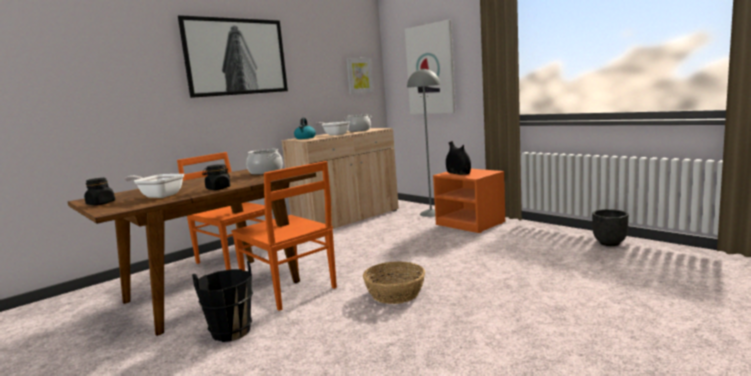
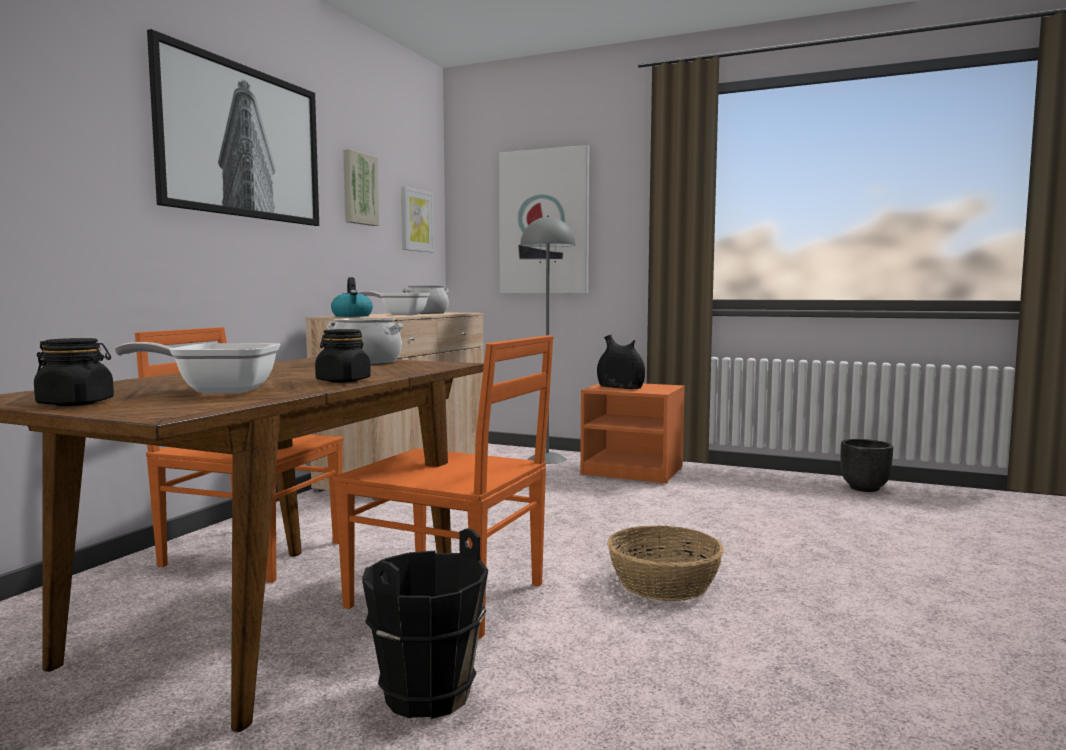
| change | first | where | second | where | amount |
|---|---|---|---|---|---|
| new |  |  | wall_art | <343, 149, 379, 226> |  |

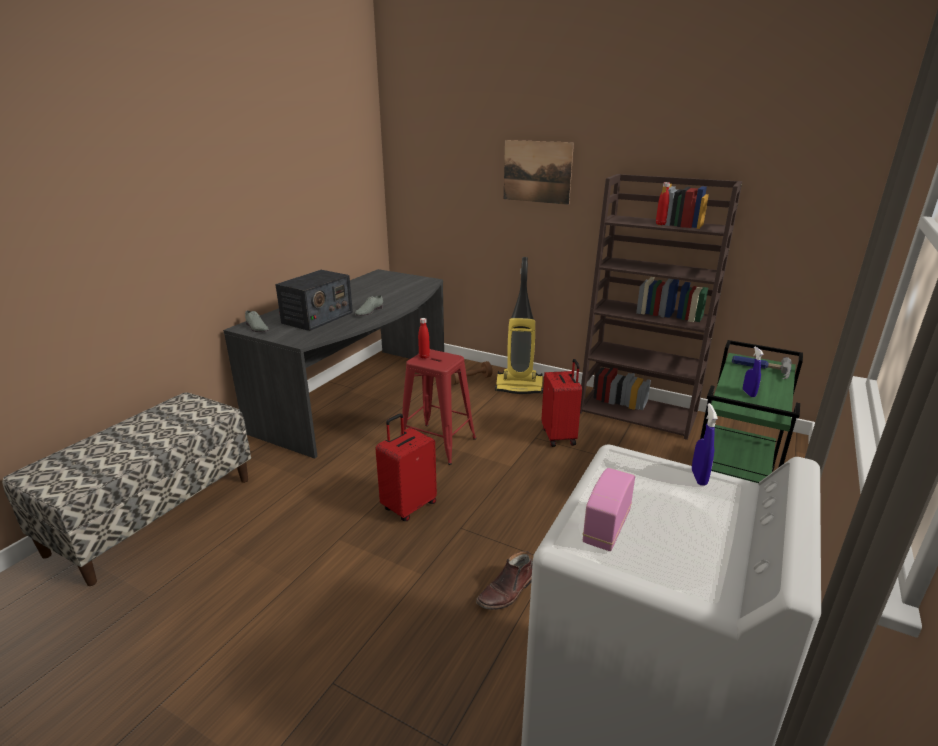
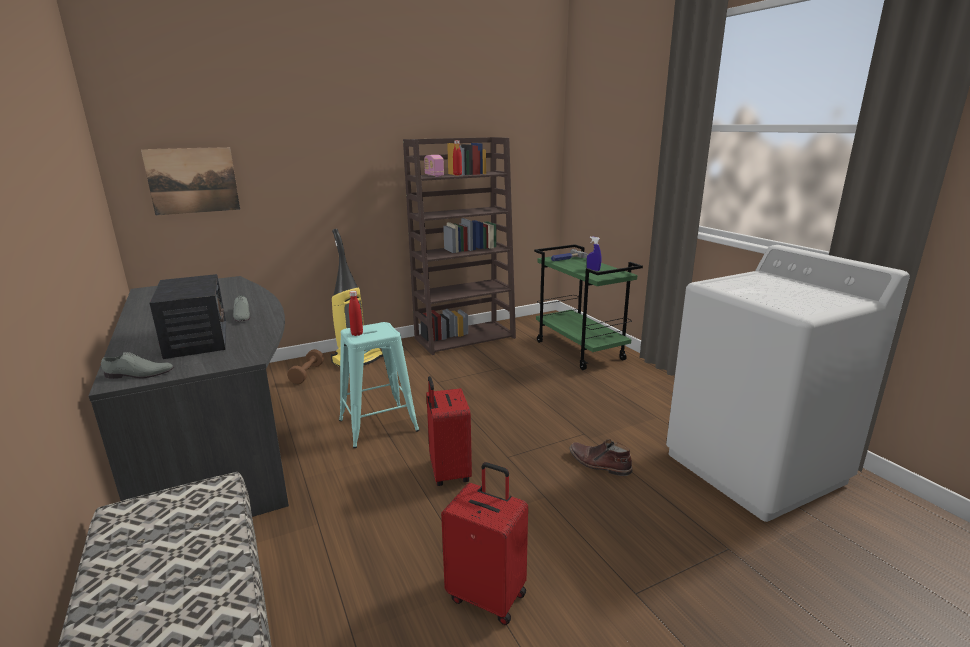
| change | first | where | second | where | amount |
|---|---|---|---|---|---|
| shifted | wall_art | <504, 140, 574, 205> |  | <141, 147, 240, 216> |  |
| repainted | red-coloured_stool | <400, 349, 476, 465> | turquoise_stool | <339, 322, 419, 448> |  |
| shifted | red-coloured_suitcase | <541, 359, 582, 447> |  | <441, 462, 528, 625> |  |
| gone | bluish_hand_sprayer | <692, 403, 718, 486> |  |  |  |
| shifted | radio_receiver | <583, 468, 635, 551> |  | <424, 155, 444, 177> |  |
| rotated | brownish_boot | <476, 551, 533, 610> |  | <569, 439, 633, 476> | 135 degrees clockwise |

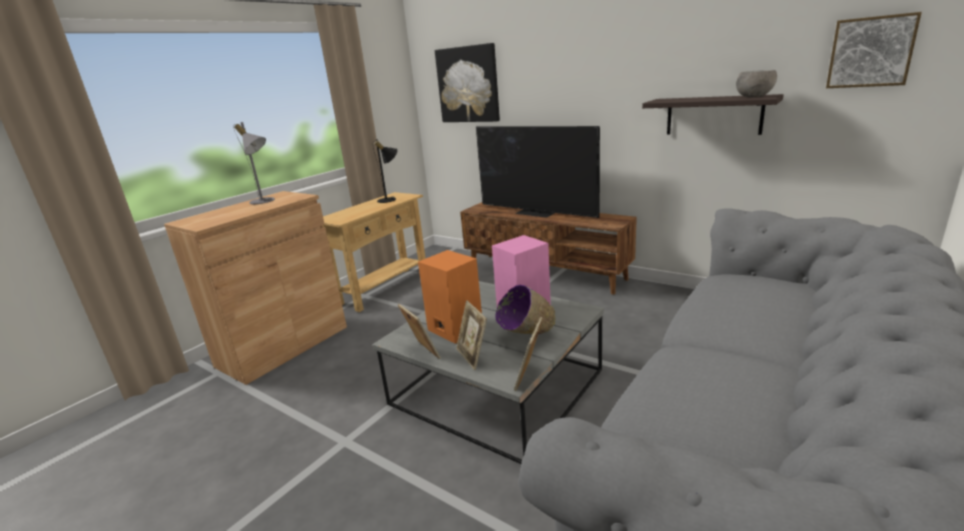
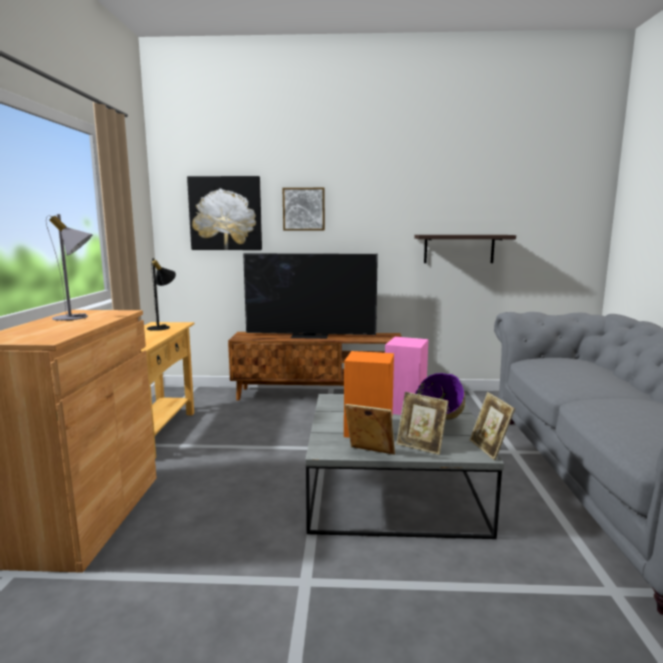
| change | first | where | second | where | amount |
|---|---|---|---|---|---|
| shifted | wall_art | <826, 12, 922, 88> |  | <283, 188, 325, 230> |  |
| gone | greyish_deep_dish | <736, 70, 777, 98> |  |  |  |

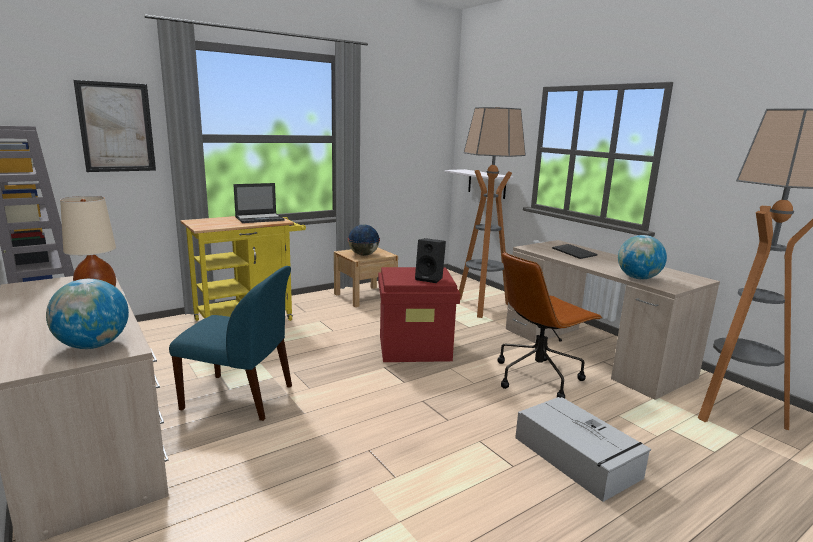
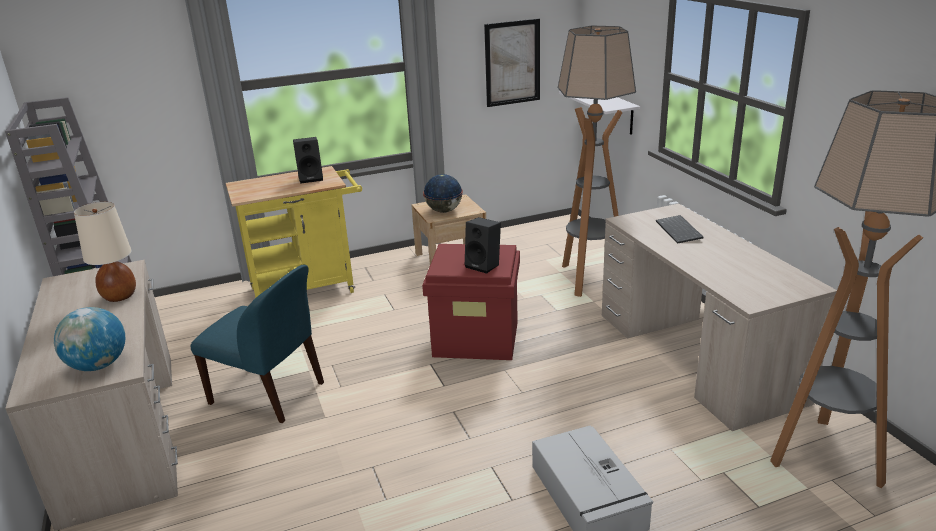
| change | first | where | second | where | amount |
|---|---|---|---|---|---|
| shifted | wall_art | <73, 80, 156, 172> |  | <484, 18, 540, 107> |  |
| swapped | notebook_computer | <233, 183, 285, 223> | blackish_audio_speaker | <293, 137, 323, 184> |  |
| gone | desk_globe | <618, 235, 667, 279> |  |  |  |
| gone | brownish_office_chair | <498, 252, 603, 399> |  |  |  |

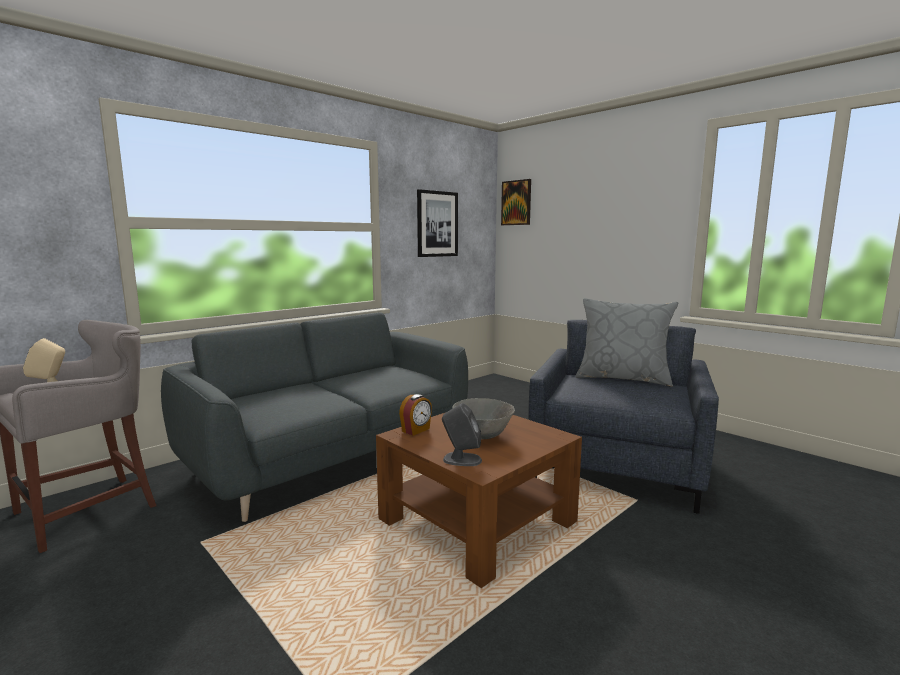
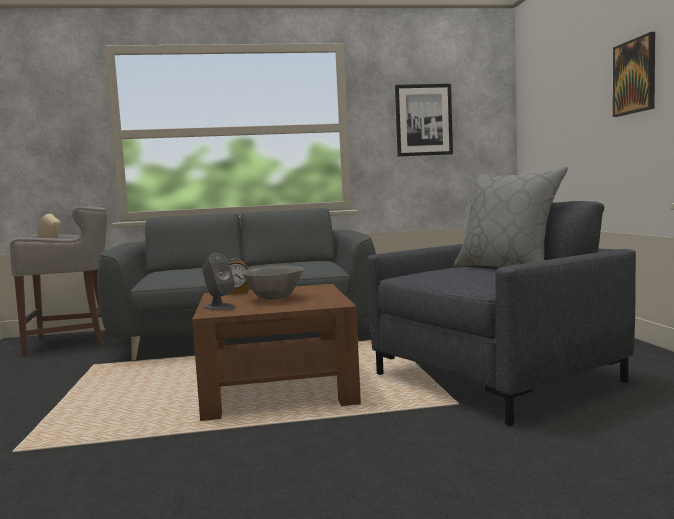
| change | first | where | second | where | amount |
|---|---|---|---|---|---|
| shifted | wall_art | <501, 179, 531, 225> |  | <613, 32, 655, 117> |  |

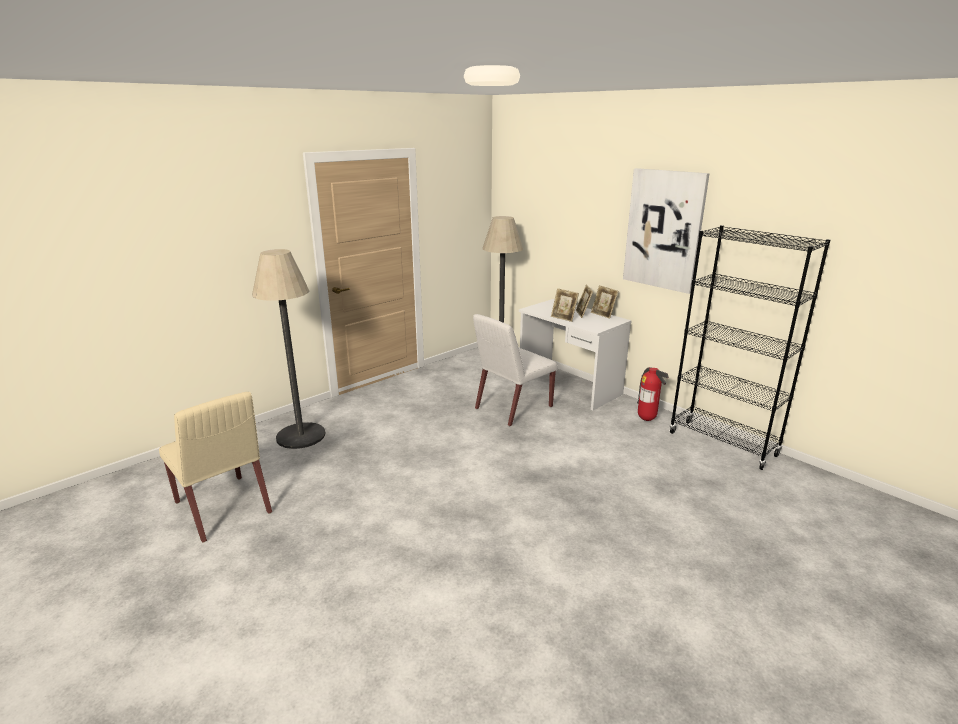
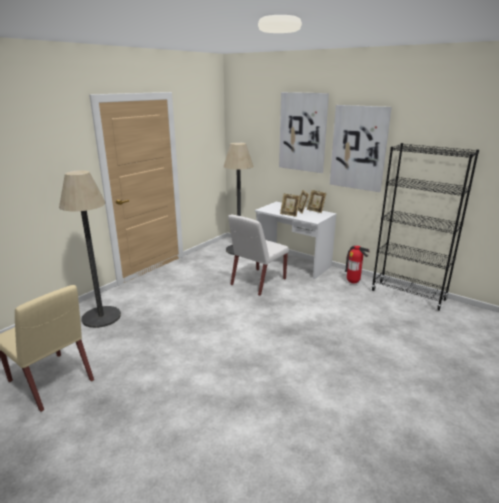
| change | first | where | second | where | amount |
|---|---|---|---|---|---|
| new |  |  | wall_art | <279, 92, 329, 173> |  |

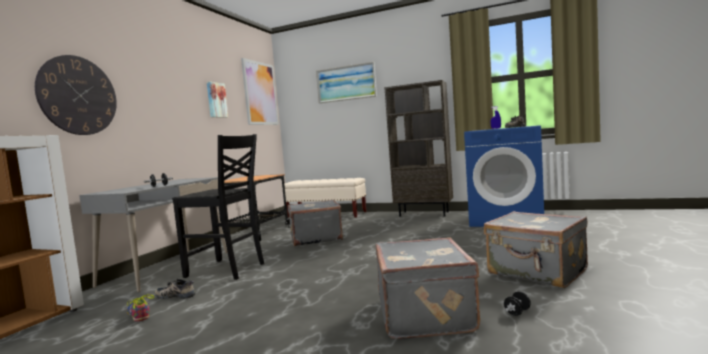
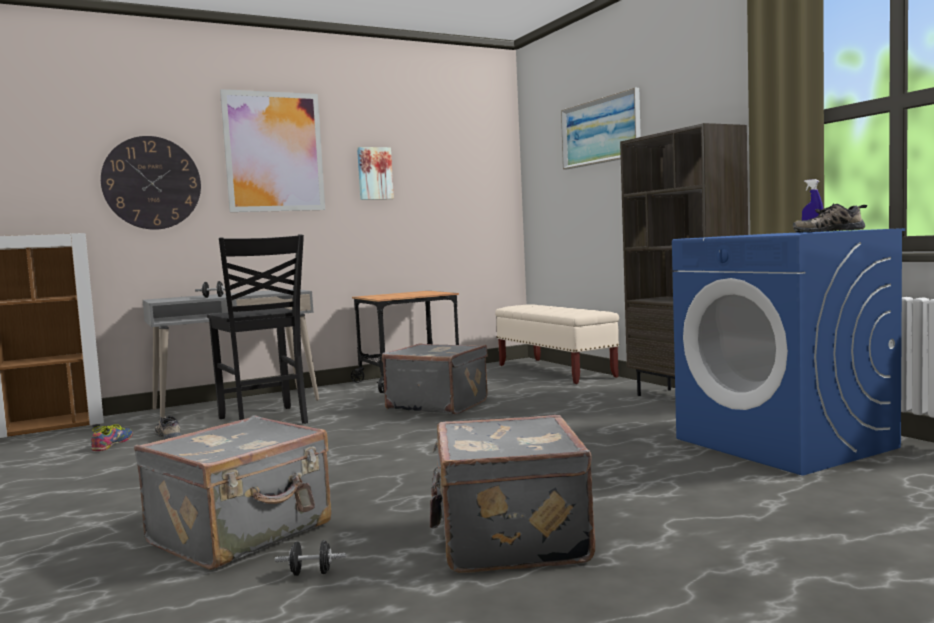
| change | first | where | second | where | amount |
|---|---|---|---|---|---|
| shifted | wall_art | <241, 58, 279, 125> |  | <220, 89, 325, 212> |  |

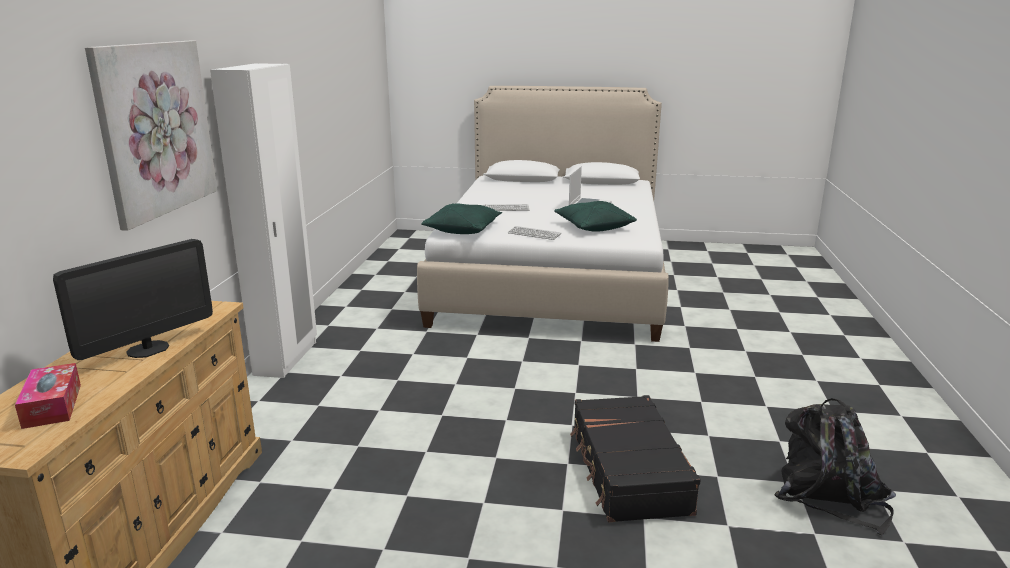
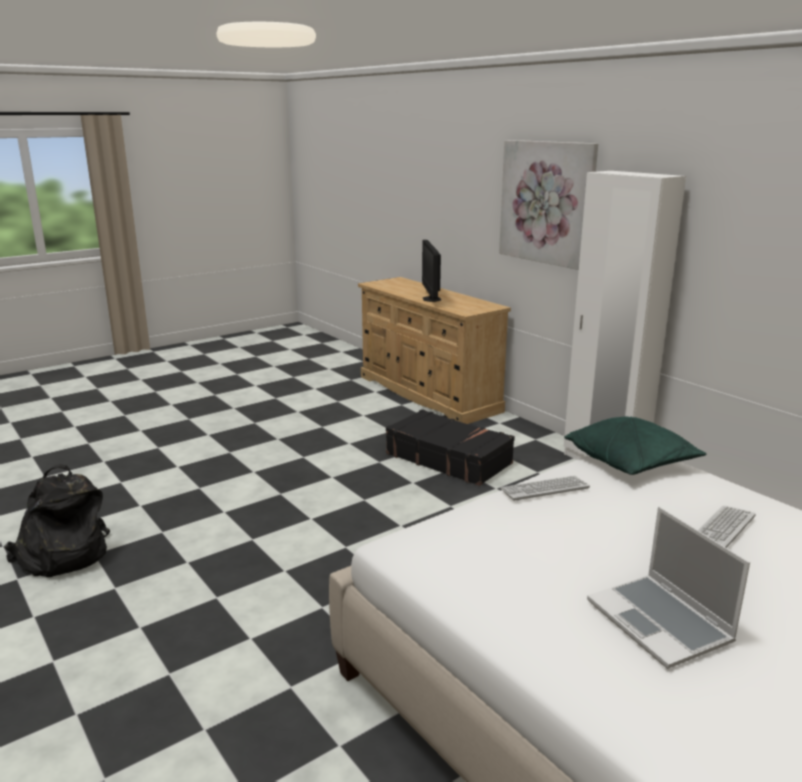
| change | first | where | second | where | amount |
|---|---|---|---|---|---|
| gone | greenish_pillow | <554, 201, 637, 232> |  |  |  |
| gone | tissue_holder | <15, 363, 81, 429> |  |  |  |
| shifted | blackish_suitcase | <570, 395, 701, 522> |  | <386, 409, 515, 486> |  |

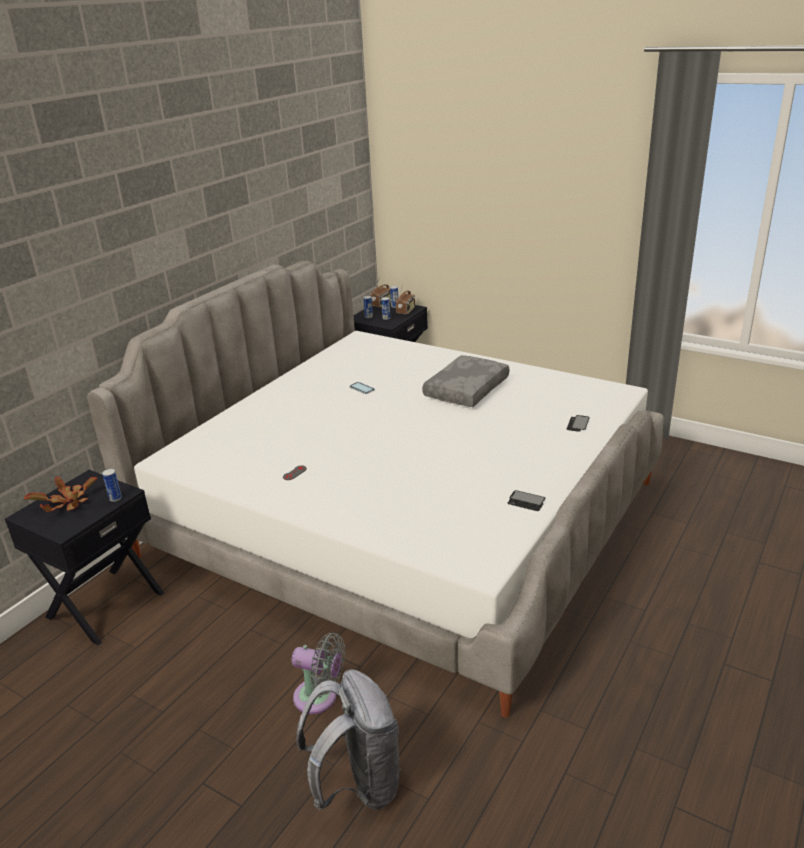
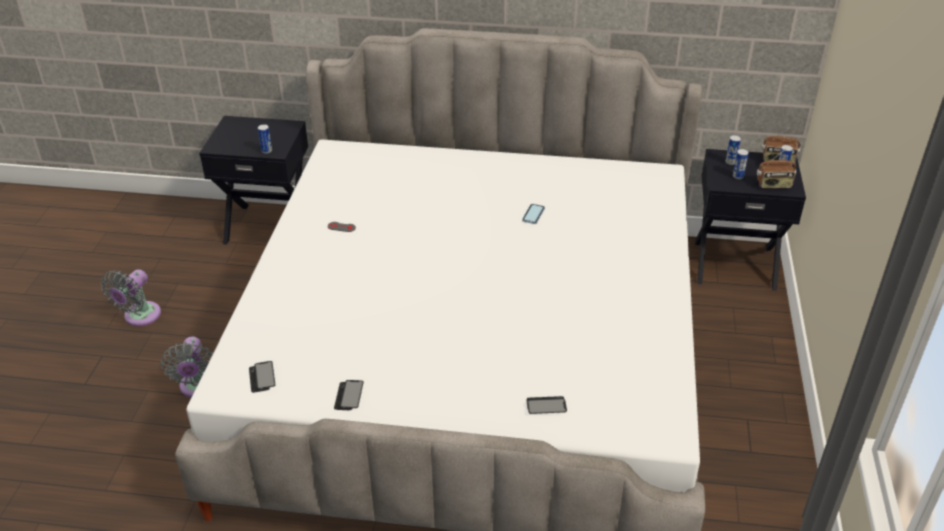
| change | first | where | second | where | amount |
|---|---|---|---|---|---|
| gone | greyish_pillow | <422, 355, 509, 407> |  |  |  |
| gone | houseplant | <24, 476, 98, 512> |  |  |  |
| gone | greyish_knapsack | <296, 670, 401, 811> |  |  |  |
| new |  |  | greyish_electric_fan | <101, 269, 161, 326> |  |
| new |  |  | telephone | <249, 361, 275, 393> |  |

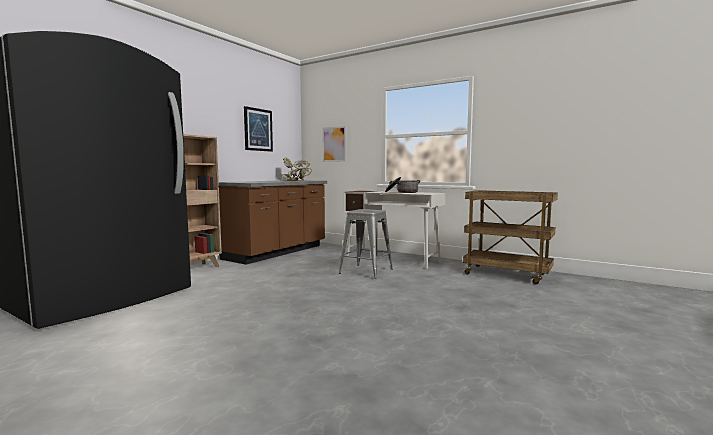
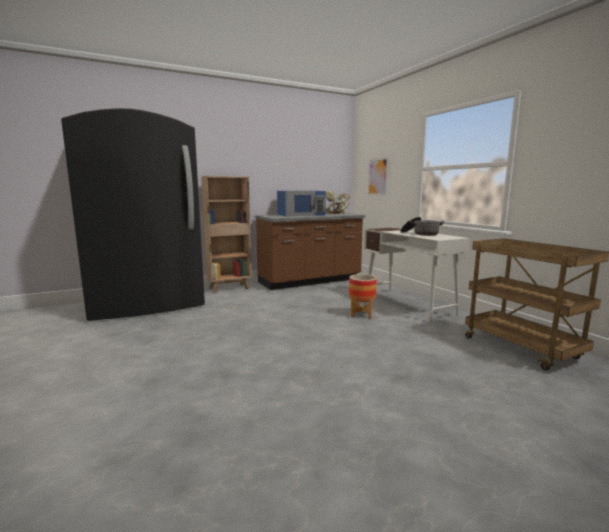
| change | first | where | second | where | amount |
|---|---|---|---|---|---|
| gone | wall_art | <244, 106, 273, 152> |  |  |  |
| swapped | greyish_stool | <339, 209, 393, 279> | planter | <349, 274, 377, 319> |  |
| new |  |  | bluish_microwave_oven | <277, 191, 326, 217> |  |

